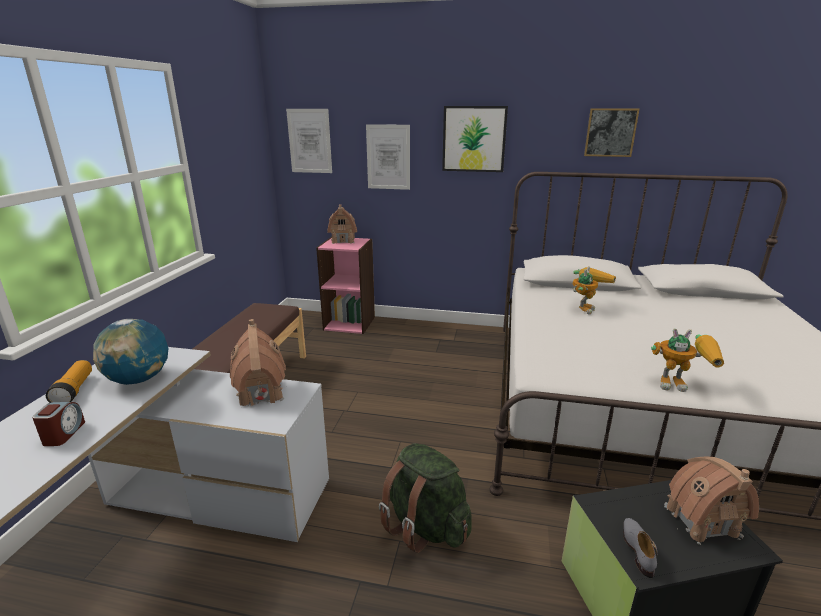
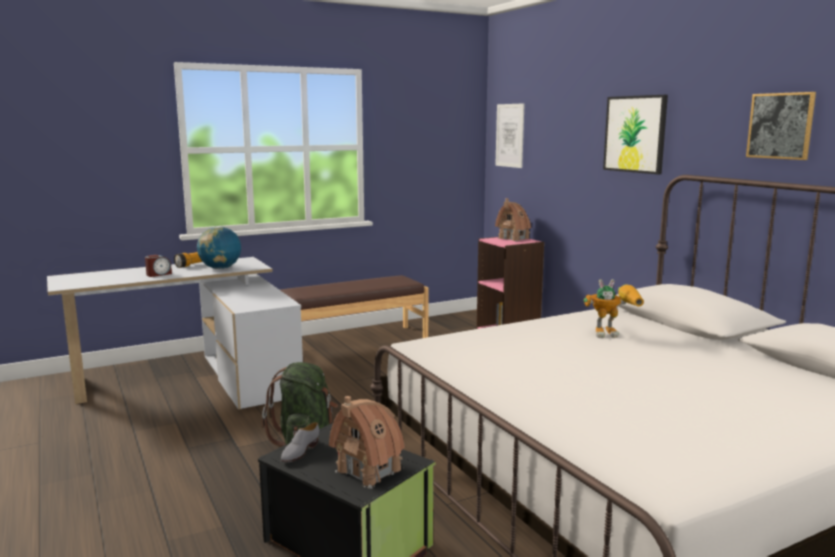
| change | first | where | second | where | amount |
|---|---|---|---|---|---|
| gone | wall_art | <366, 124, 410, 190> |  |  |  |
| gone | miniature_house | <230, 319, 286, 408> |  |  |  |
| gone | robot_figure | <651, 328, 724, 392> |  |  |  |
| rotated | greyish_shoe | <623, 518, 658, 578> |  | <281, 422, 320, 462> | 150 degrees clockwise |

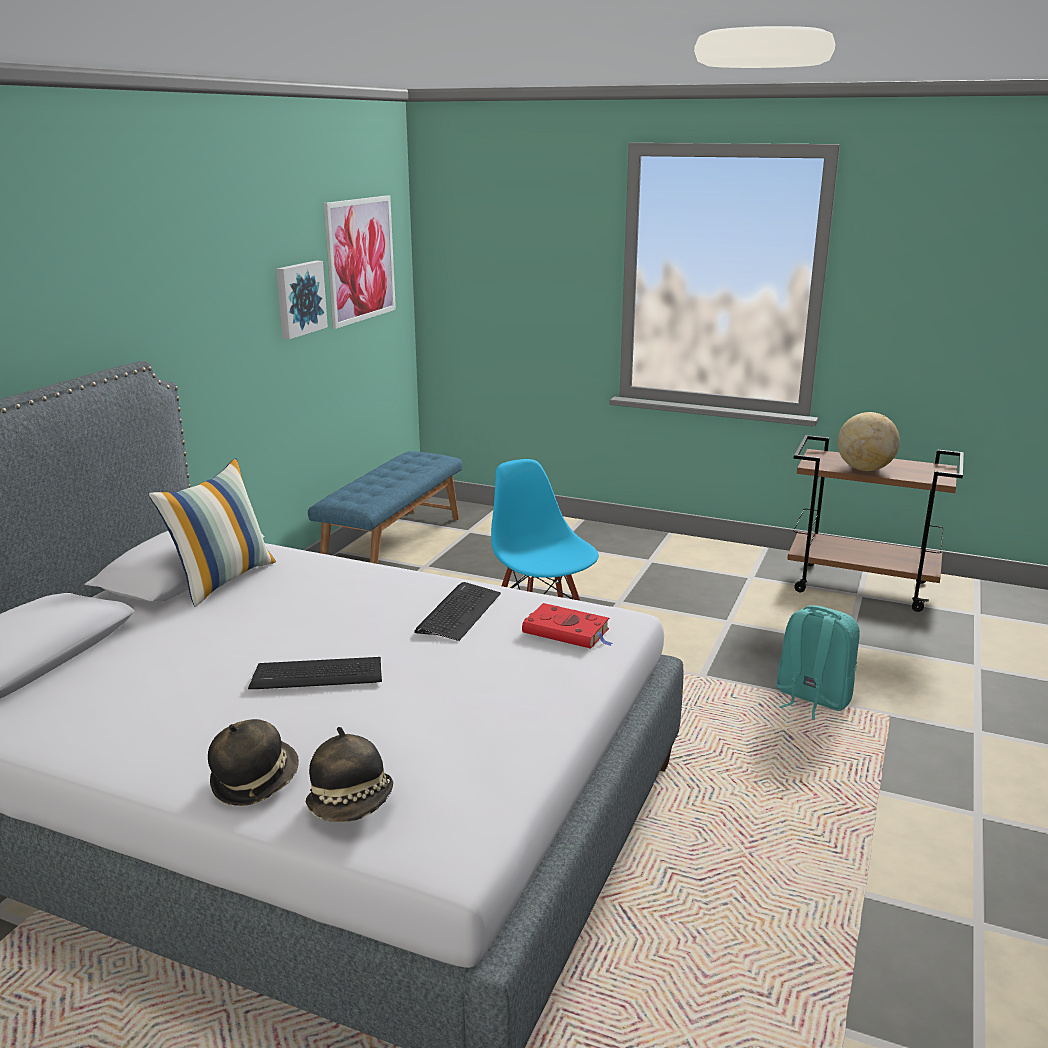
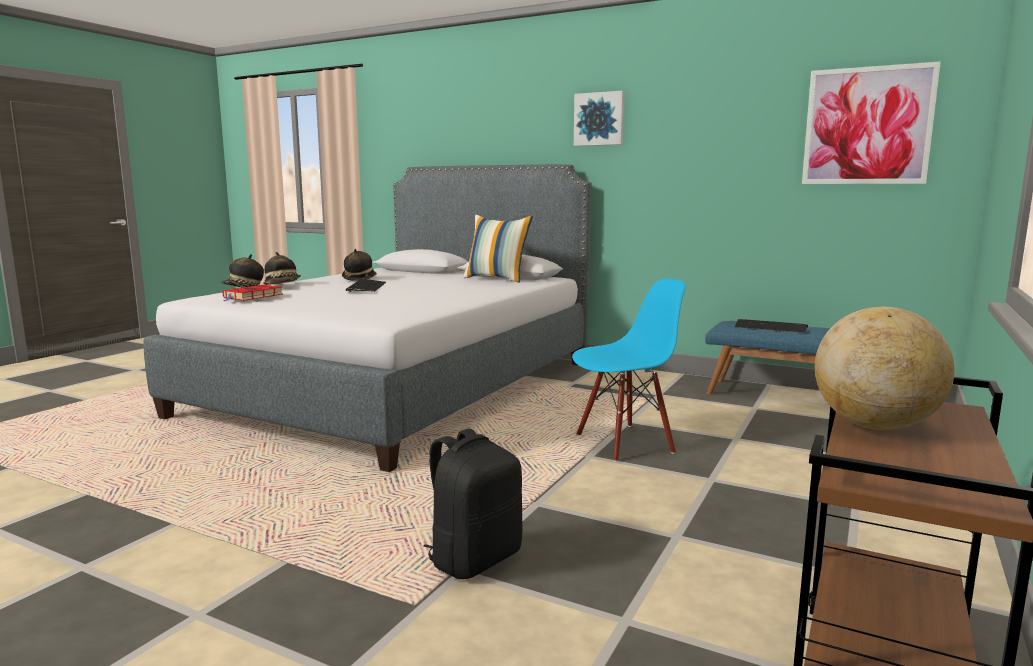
| change | first | where | second | where | amount |
|---|---|---|---|---|---|
| shifted | wall_art | <276, 261, 328, 339> |  | <574, 91, 624, 146> |  |
| shifted | keyboard | <414, 582, 501, 641> |  | <735, 319, 808, 333> |  |
| shifted | red-coloured_bound_book | <522, 603, 613, 649> |  | <223, 285, 283, 301> |  |
| repainted | turquoise_knapsack | <776, 605, 860, 720> | blackish_knapsack | <423, 428, 522, 579> |  |
| new |  |  | hat | <342, 249, 377, 281> |  |

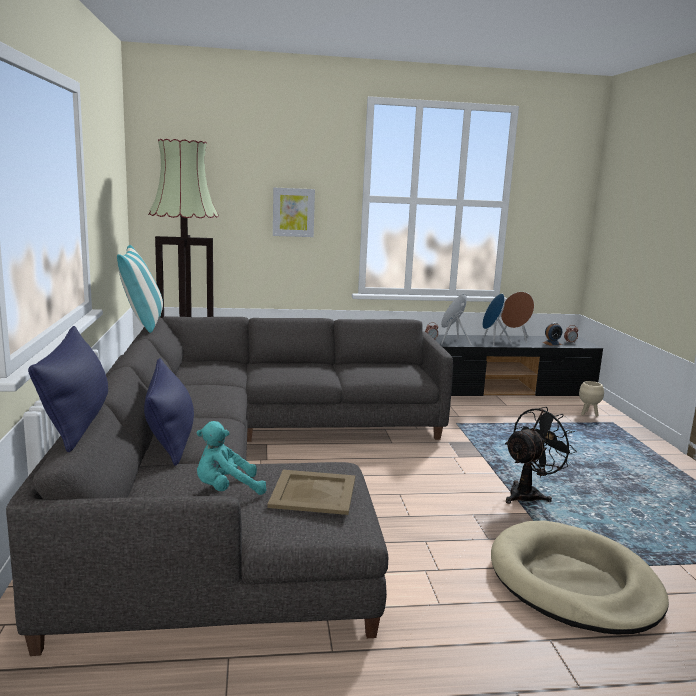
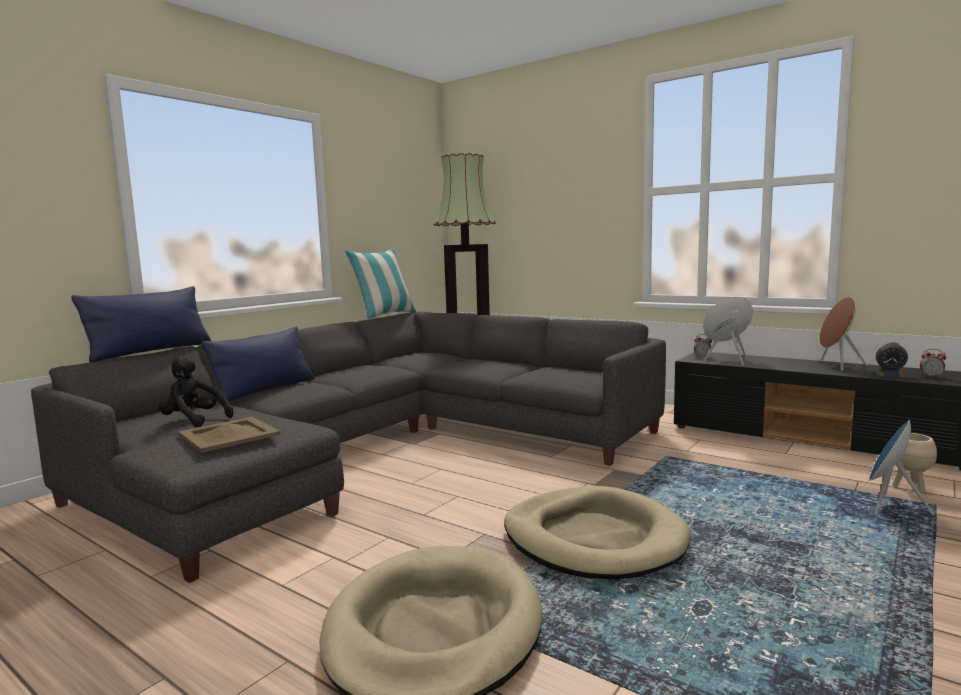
| change | first | where | second | where | amount |
|---|---|---|---|---|---|
| gone | wall_art | <273, 187, 315, 237> |  |  |  |
| shifted | bluish_audio_speaker | <482, 294, 512, 346> |  | <868, 419, 934, 515> |  |
| swapped | blackish_electric_fan | <505, 407, 577, 504> | sand-coloured_dog_cushion | <504, 486, 691, 579> |  |
| repainted | turquoise_plush_toy | <196, 421, 266, 495> | blackish_plush_toy | <159, 356, 233, 427> |  |

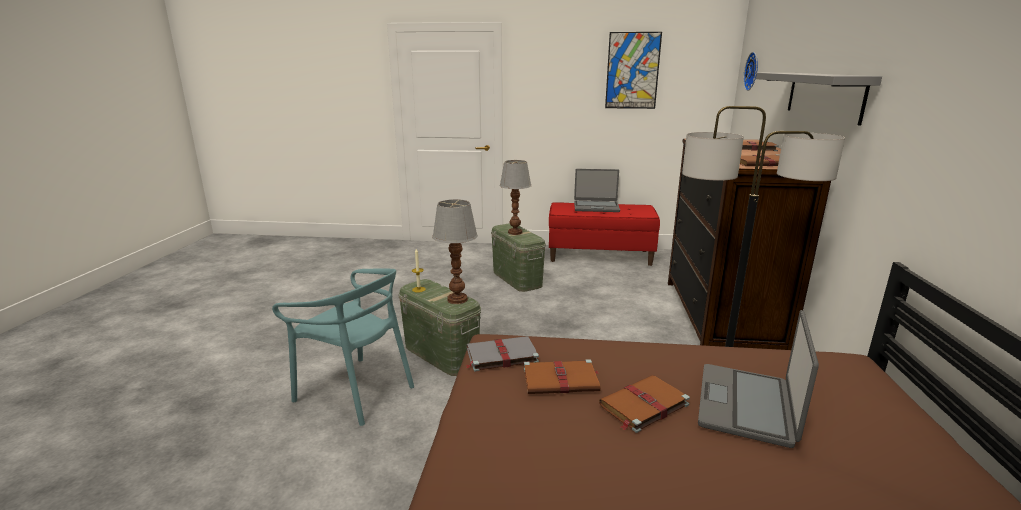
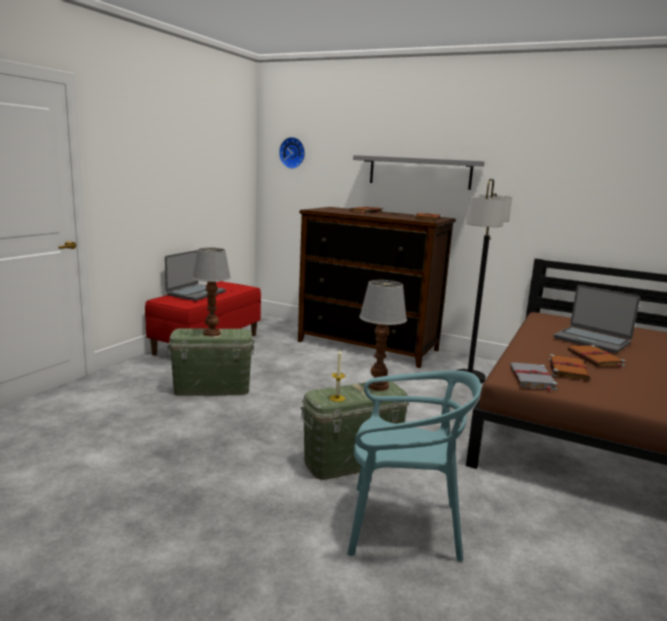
| change | first | where | second | where | amount |
|---|---|---|---|---|---|
| gone | wall_art | <605, 32, 662, 109> |  |  |  |
| rotated | turquoise_upright_chair | <272, 269, 414, 426> |  | <347, 370, 481, 562> | 45 degrees clockwise |

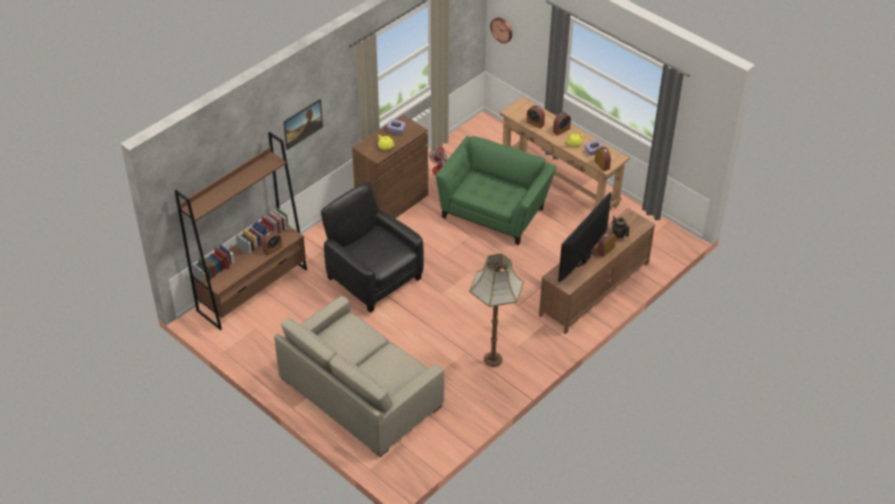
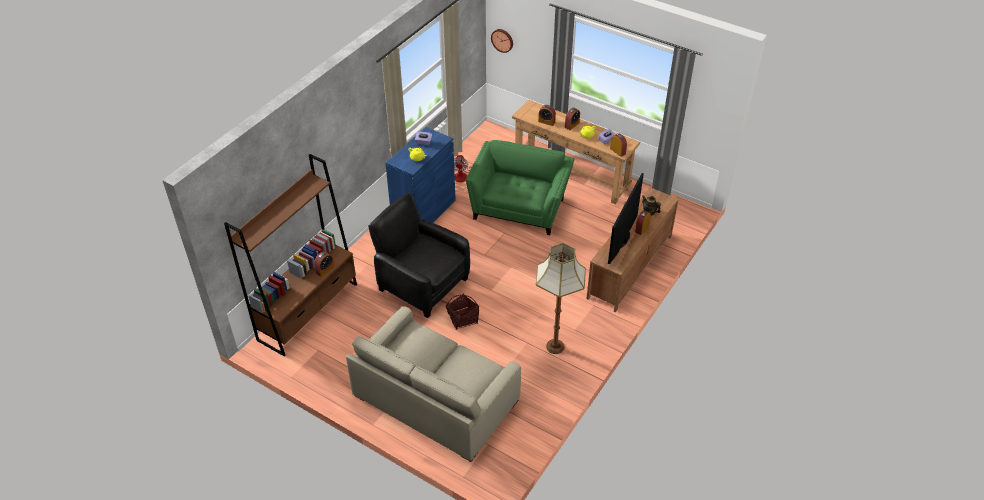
| change | first | where | second | where | amount |
|---|---|---|---|---|---|
| gone | wall_art | <283, 99, 323, 150> |  |  |  |
| repainted | brownish_cabinet | <352, 115, 428, 218> | bluish_cabinet | <385, 127, 456, 223> |  |
| new |  |  | storage_basket | <446, 293, 479, 330> |  |

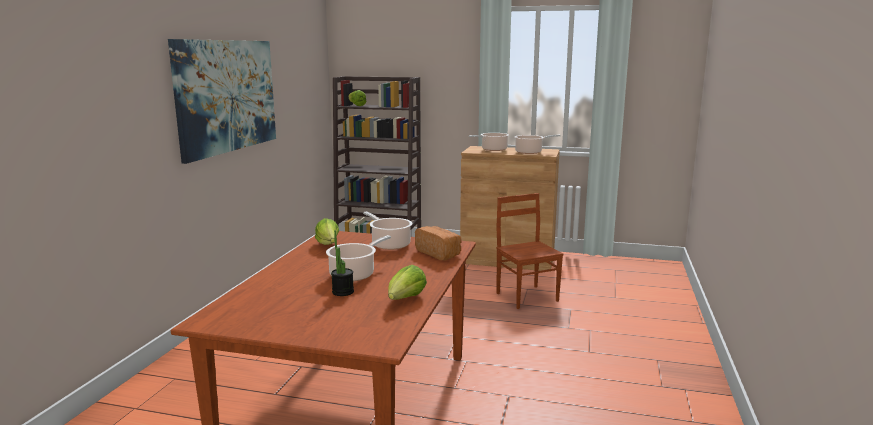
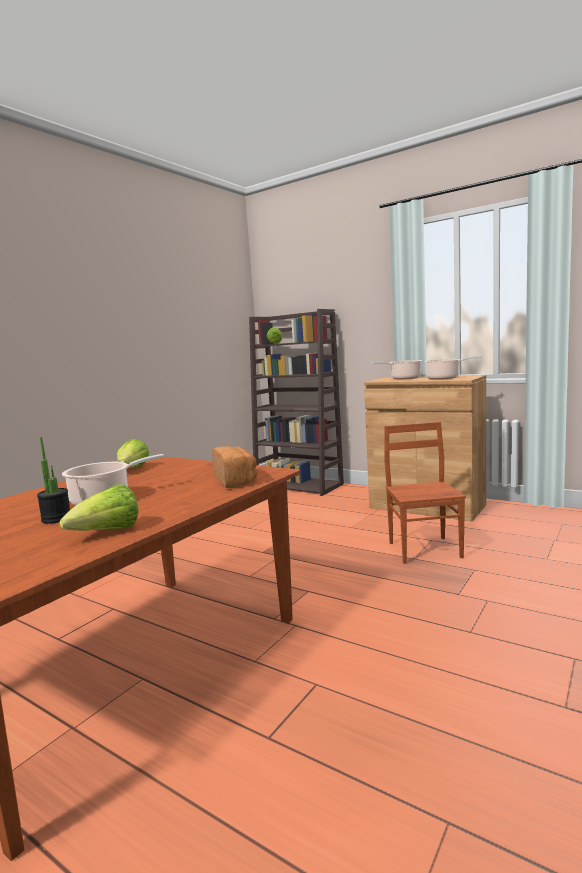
| change | first | where | second | where | amount |
|---|---|---|---|---|---|
| gone | wall_art | <168, 39, 276, 164> |  |  |  |
| gone | stockpot | <363, 212, 412, 250> |  |  |  |

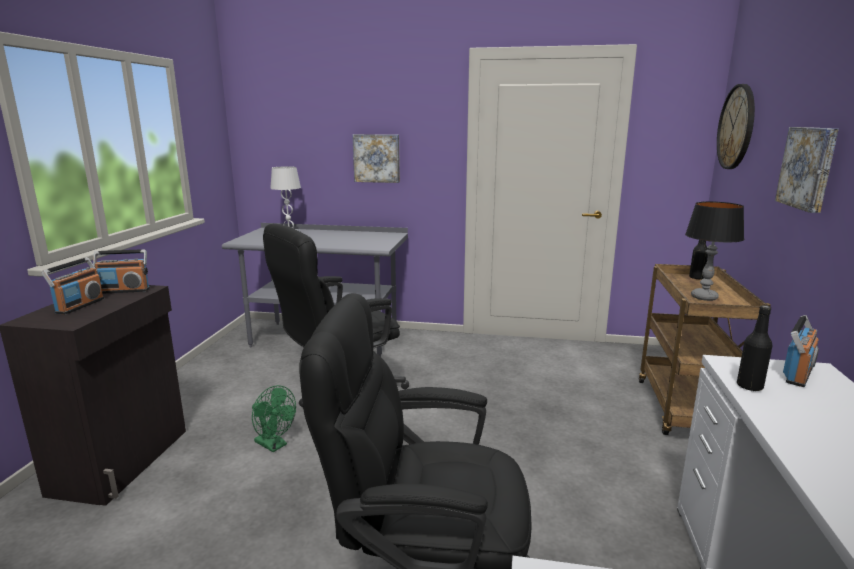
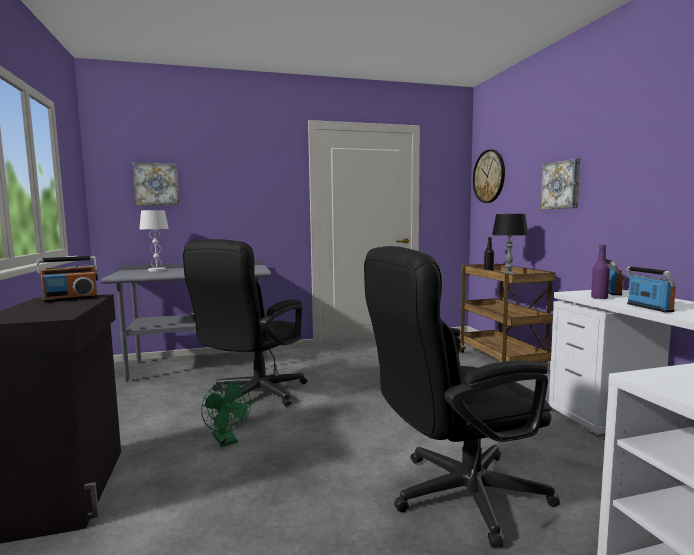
| change | first | where | second | where | amount |
|---|---|---|---|---|---|
| shifted | wall_art | <352, 134, 400, 183> |  | <132, 163, 179, 205> |  |
| shifted | radio_receiver | <41, 257, 104, 315> |  | <626, 266, 676, 312> |  |
| repainted | blackish_drink_bottle | <737, 305, 772, 392> | purple_drink_bottle | <591, 244, 610, 299> |  |
| rotated | greenish_electric_fan | <252, 385, 296, 452> |  | <201, 381, 251, 447> | 45 degrees clockwise |

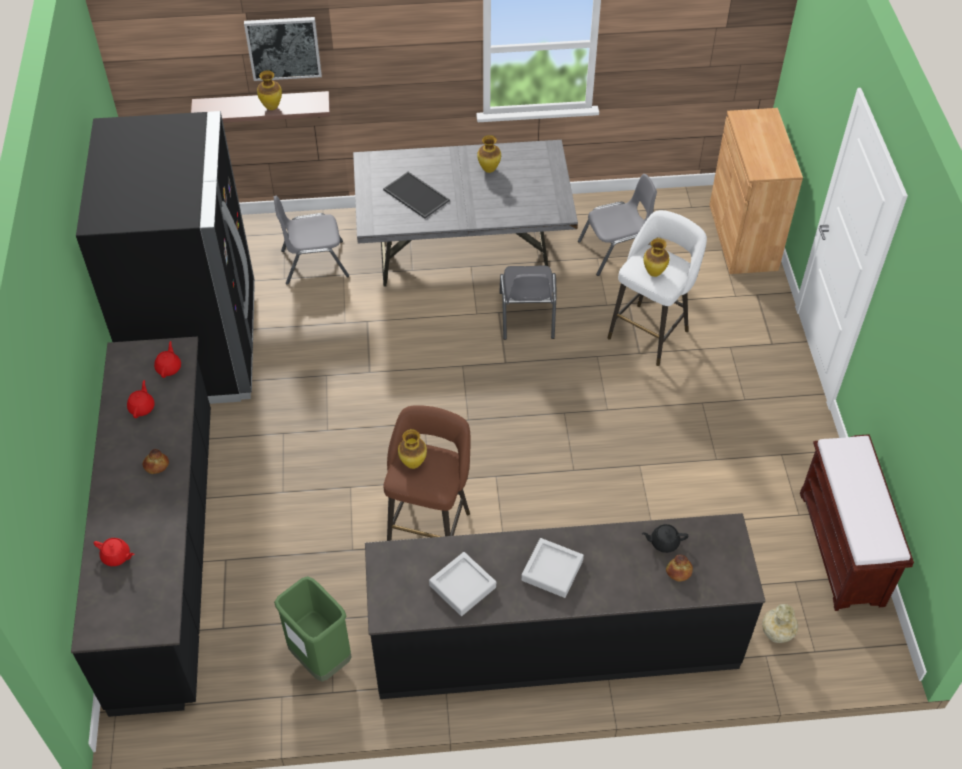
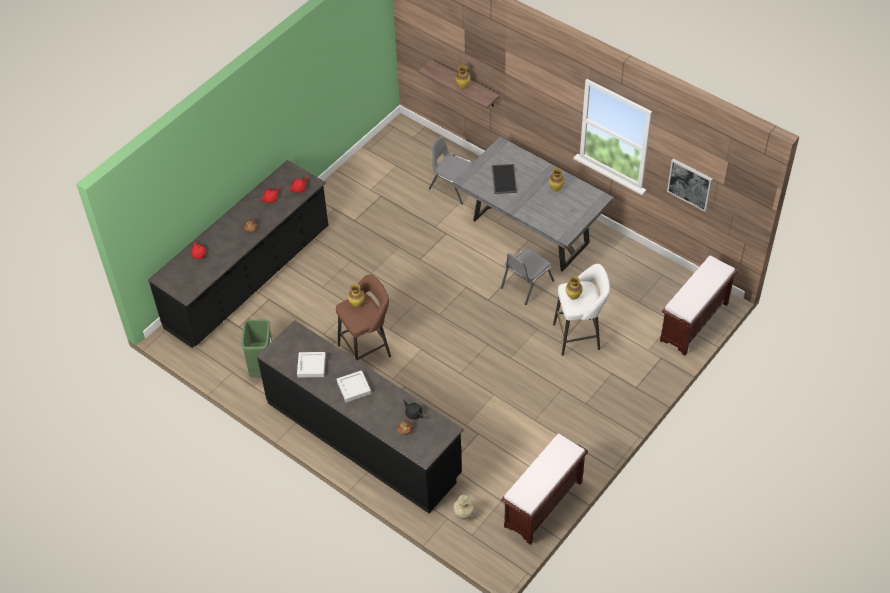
| change | first | where | second | where | amount |
|---|---|---|---|---|---|
| shifted | wall_art | <244, 17, 322, 81> |  | <667, 158, 713, 212> |  |
| swapped | brownish_cabinet | <710, 108, 803, 274> | brownish_bench | <660, 255, 738, 355> |  |
| gone | blackish_refrigerator | <76, 111, 255, 404> |  |  |  |
| gone | greyish_upright_chair | <578, 174, 657, 276> |  |  |  |

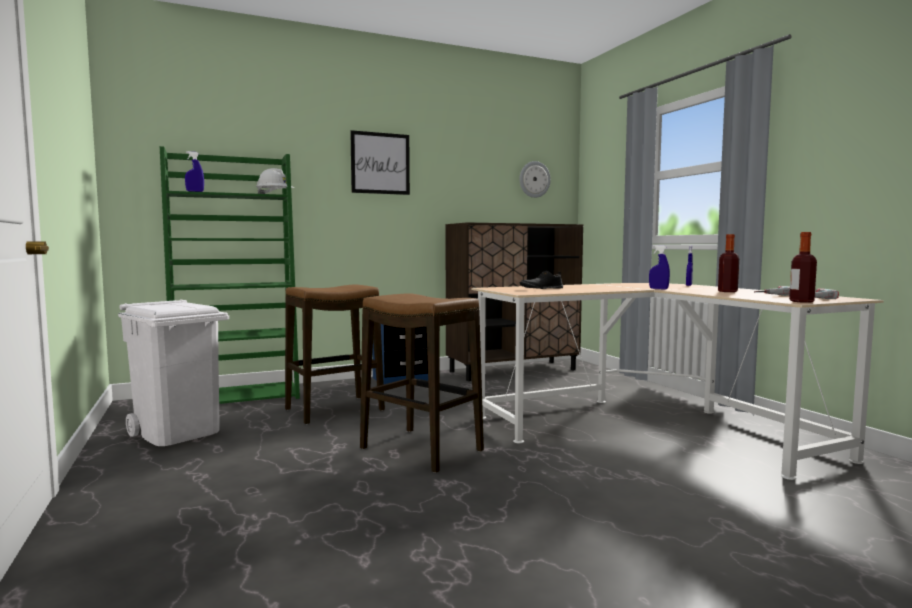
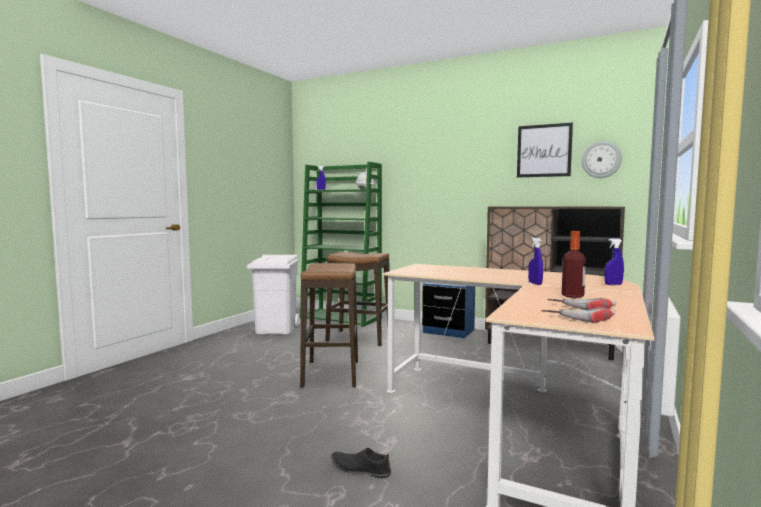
| change | first | where | second | where | amount |
|---|---|---|---|---|---|
| shifted | wall_art | <350, 130, 410, 195> |  | <517, 123, 573, 177> |  |
| gone | drink_bottle | <789, 232, 817, 303> |  |  |  |
| shifted | blackish_shoe | <520, 271, 563, 289> |  | <331, 448, 391, 478> |  |

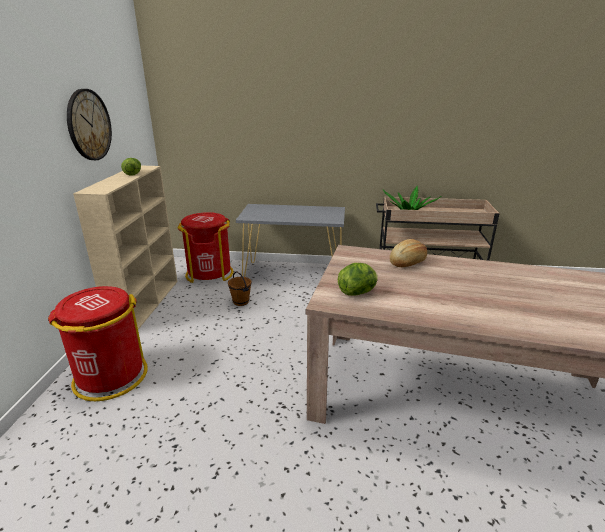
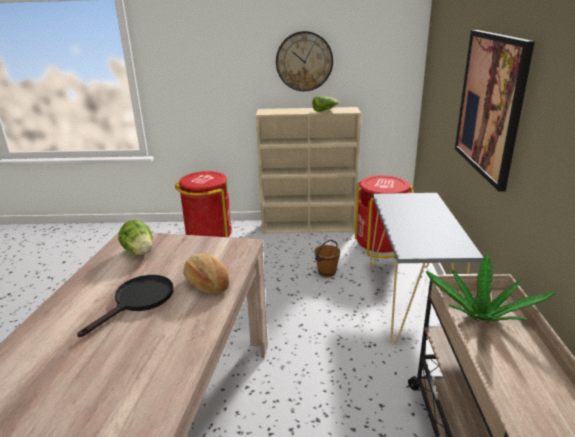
| change | first | where | second | where | amount |
|---|---|---|---|---|---|
| new |  |  | wall_art | <455, 30, 535, 192> |  |
| new |  |  | blackish_skillet | <77, 275, 173, 337> |  |

